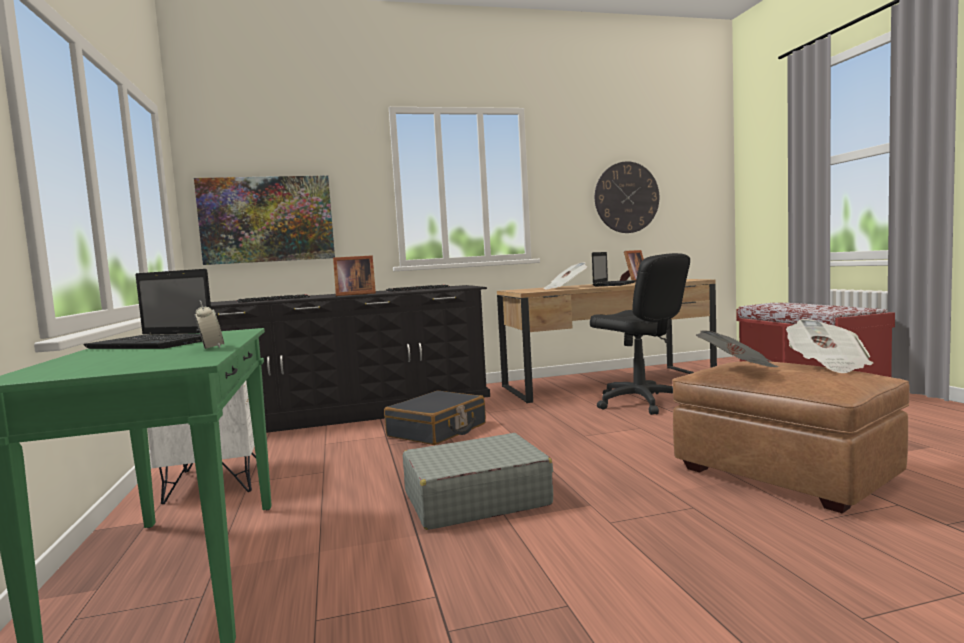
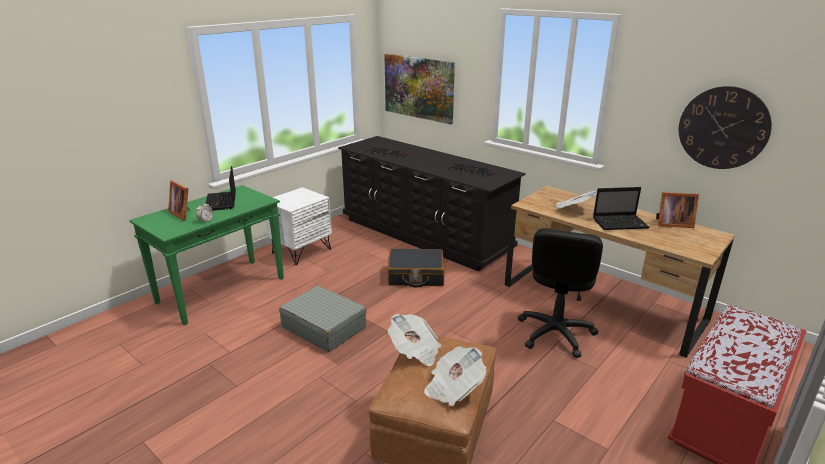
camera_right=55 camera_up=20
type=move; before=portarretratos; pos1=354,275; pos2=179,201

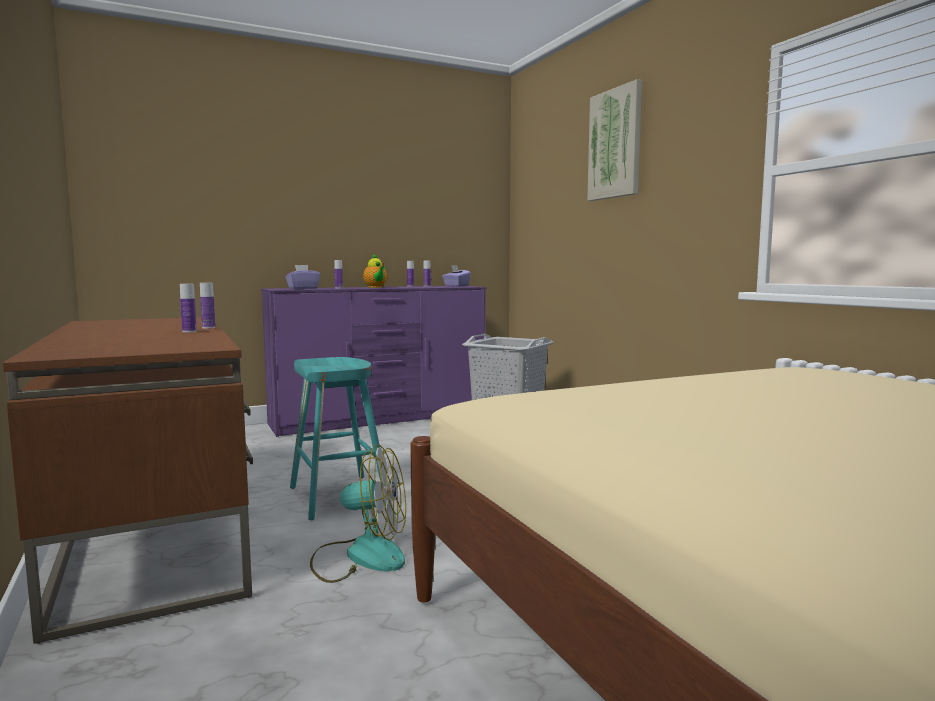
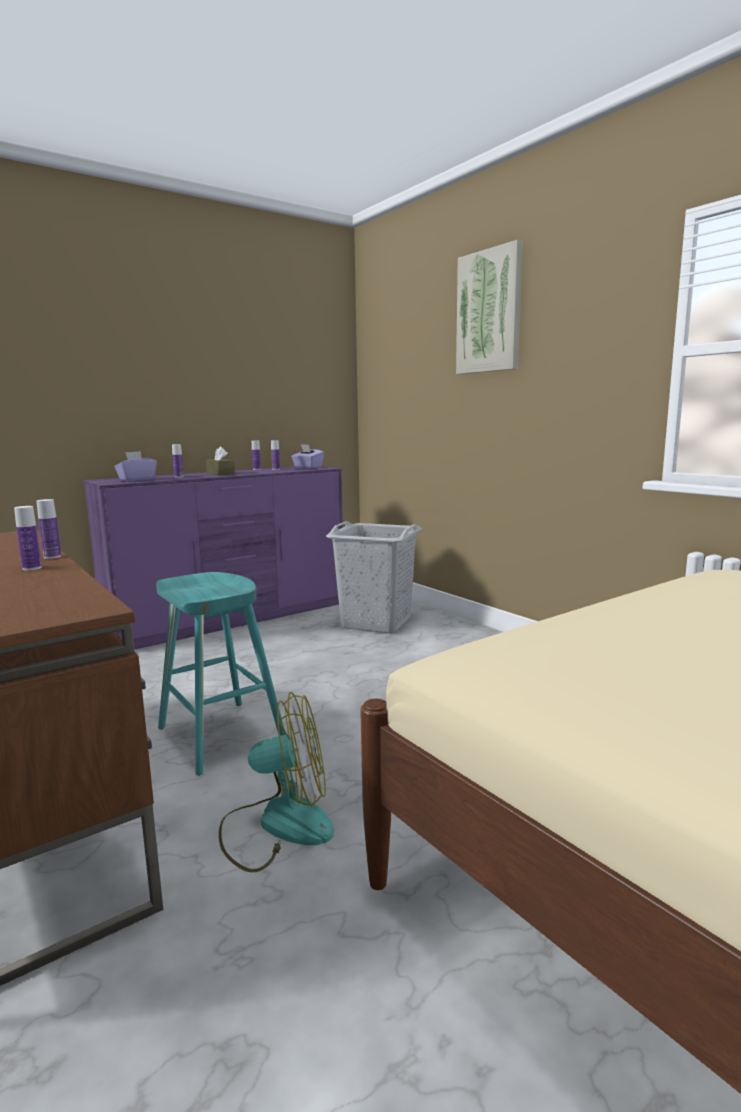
camera_right=-10 camera_up=5
type=replace; before=tetera; after=caja de pañuelos [marrón]; pos1=375,271; pos2=220,461

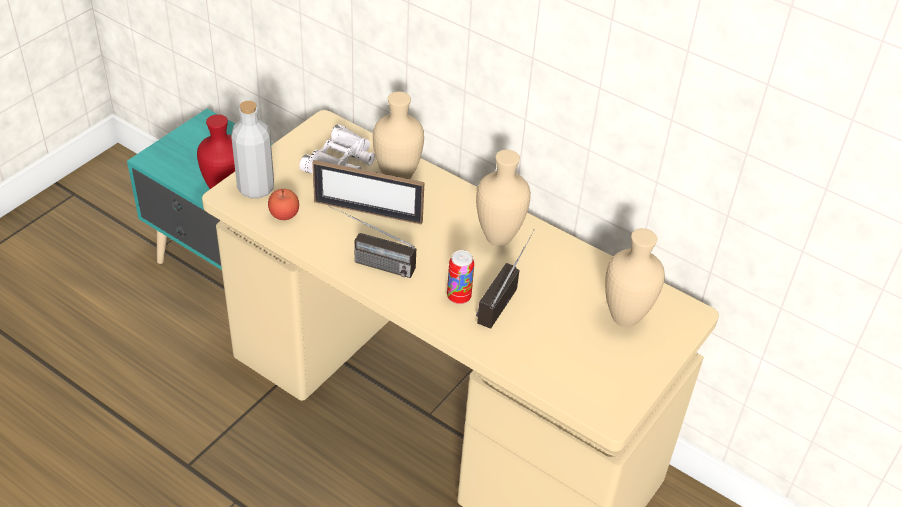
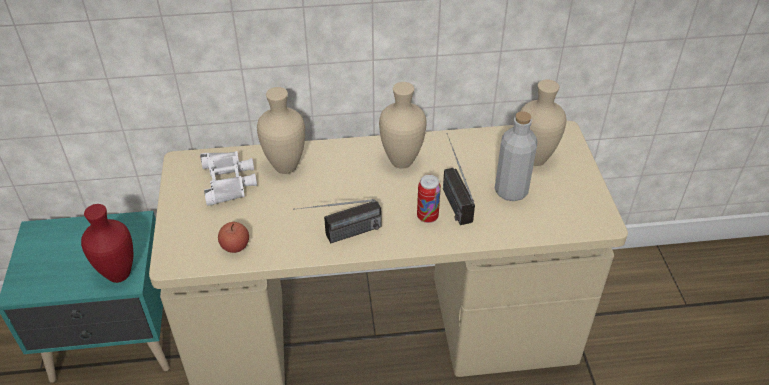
camera_right=-40 camera_up=0
type=delete; before=portarretratos; pos1=368,192
type=move; before=botella [gris]; pos1=252,149; pos2=516,156

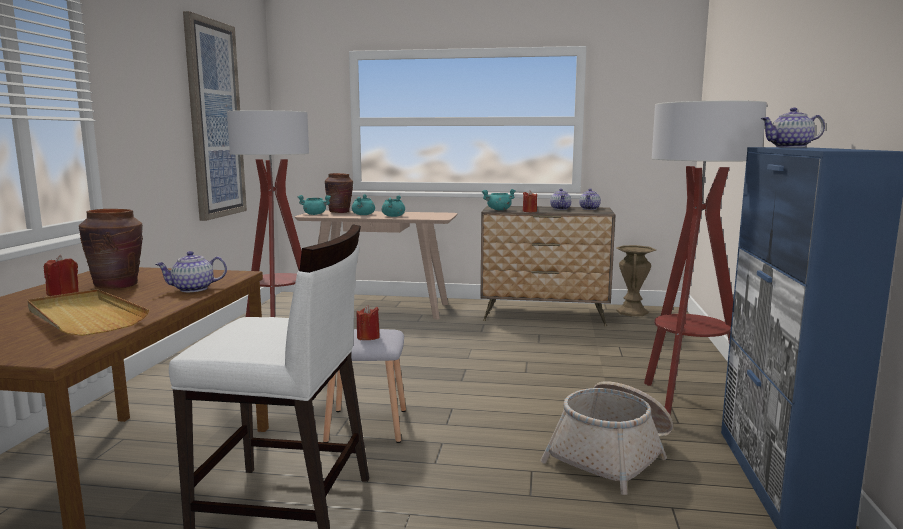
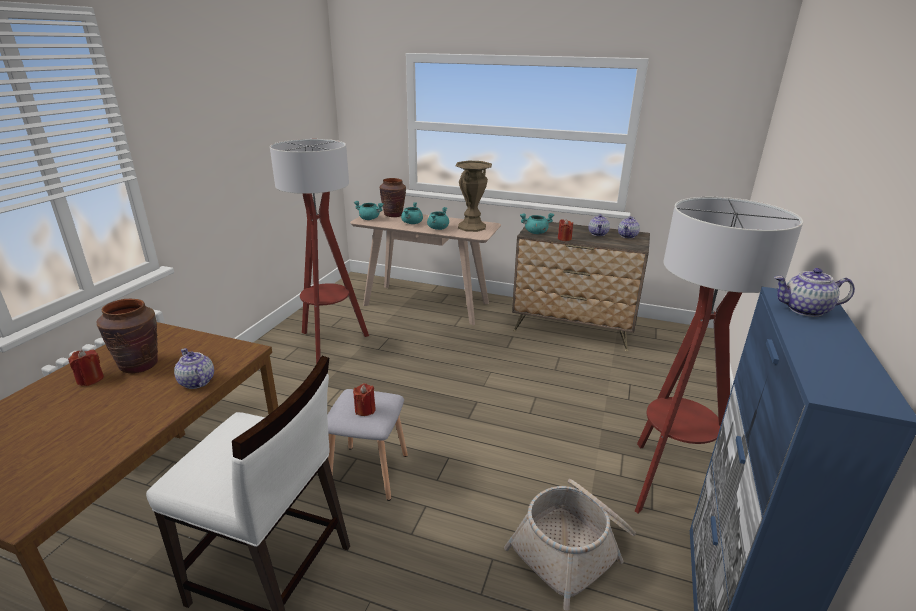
camera_right=10 camera_up=15
type=delete; before=bandeja [beis]; pos1=88,312
type=delete; before=cuadro; pos1=215,116
type=move; before=florero [marrón]; pos1=636,280; pos2=473,196
type=rotate; before=tetera; pos1=191,271; pos2=194,368; turn=60

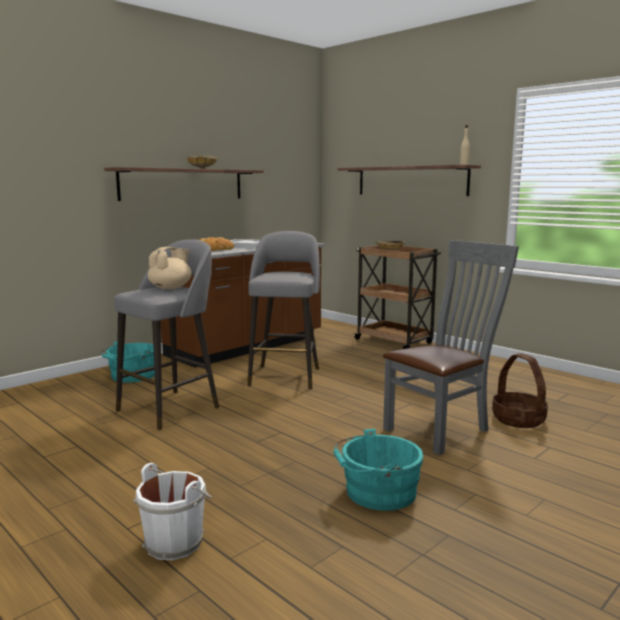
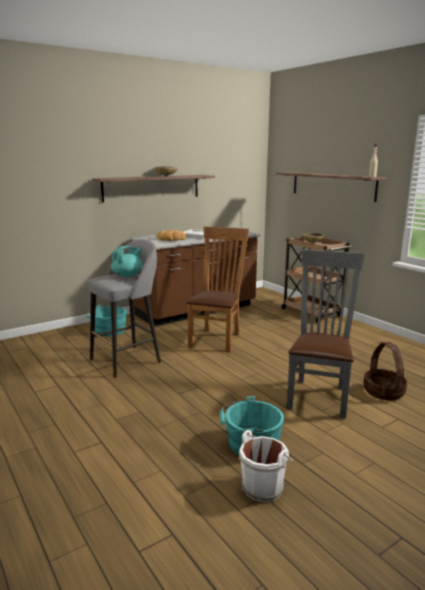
camera_right=10 camera_up=5
type=move; before=cubo [blanco]; pos1=172,511; pos2=266,466
type=replace; before=taburete [gris]; after=silla [marrón]; pos1=283,310; pos2=217,289
type=recolor; before=tetera [beis]; after=tetera [turquesa]; pos1=170,268; pos2=127,261
type=rotate; before=silla [gris]; pos1=451,347; pos2=325,334; turn=-45

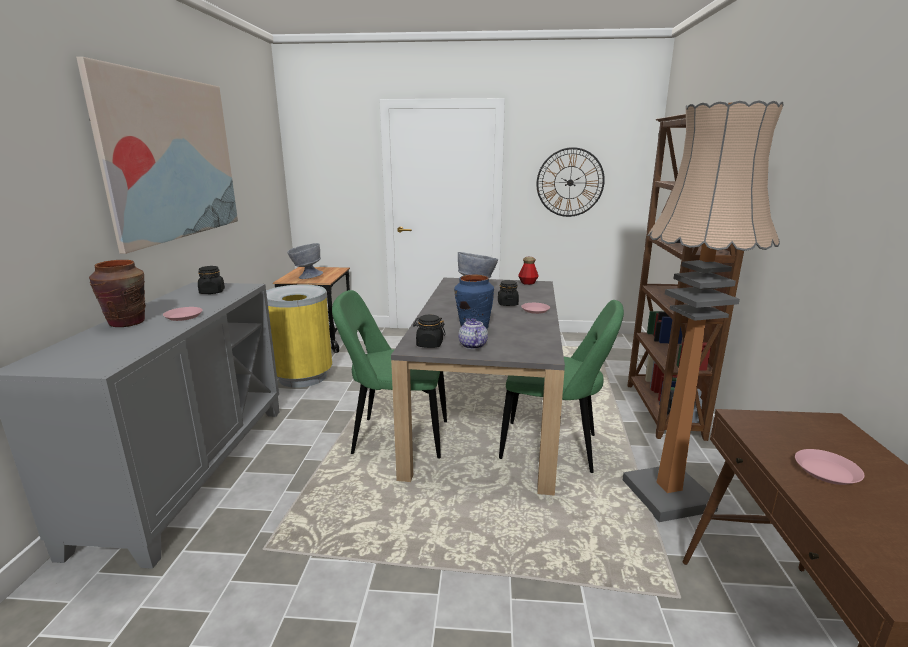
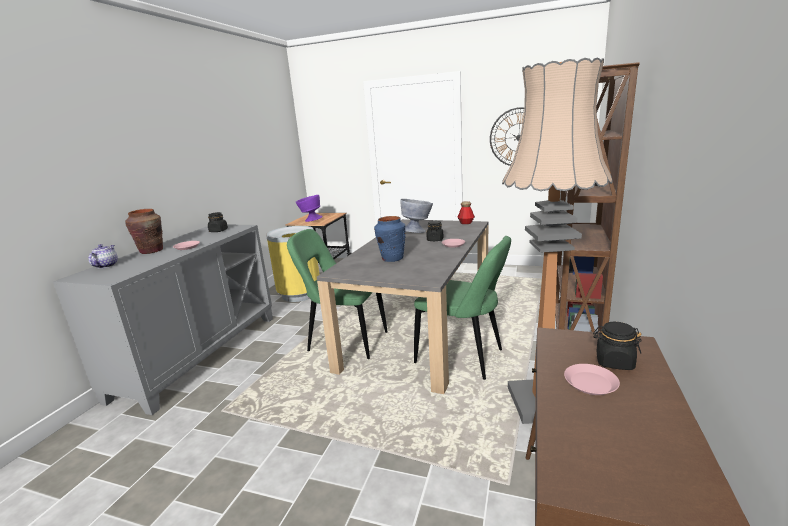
camera_right=15 camera_up=0
type=delete; before=cuadro; pos1=157,155
type=move; before=tarro [negro]; pos1=429,331; pos2=617,346
type=move; before=tetera; pos1=473,333; pos2=103,256
type=recolor; before=cuenco [gris]; after=cuenco [morado]; pos1=305,261; pos2=309,208

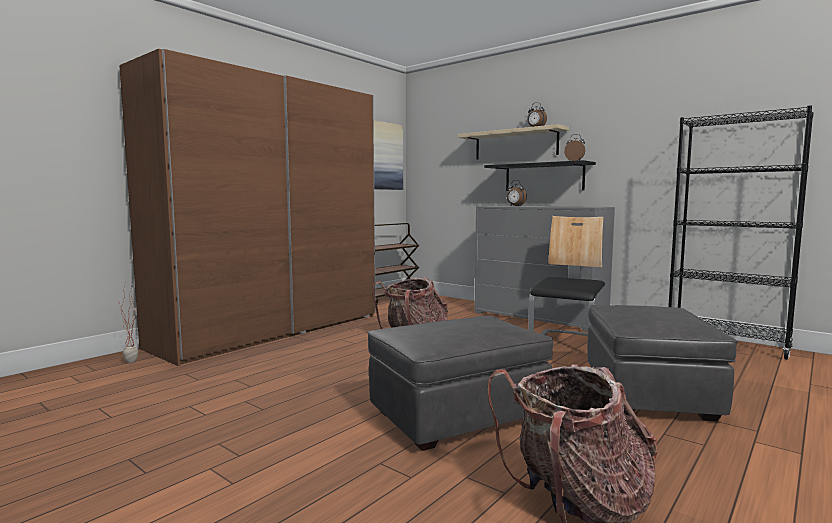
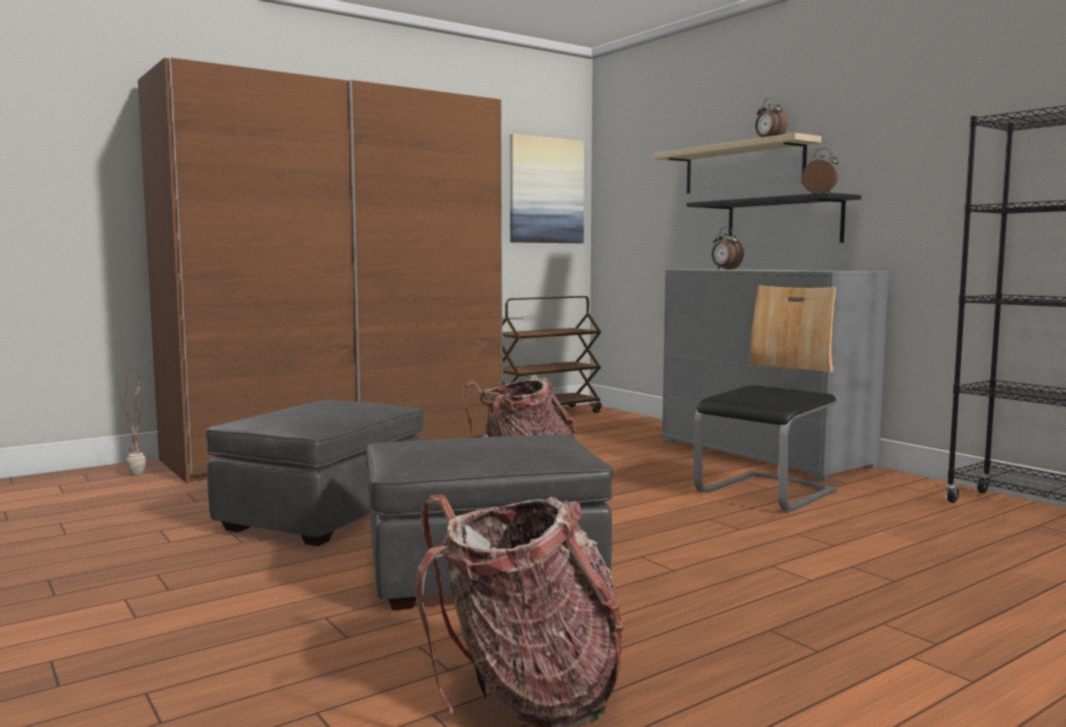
camera_right=15 camera_up=0
type=move; before=puf [gris]; pos1=662,363; pos2=315,473

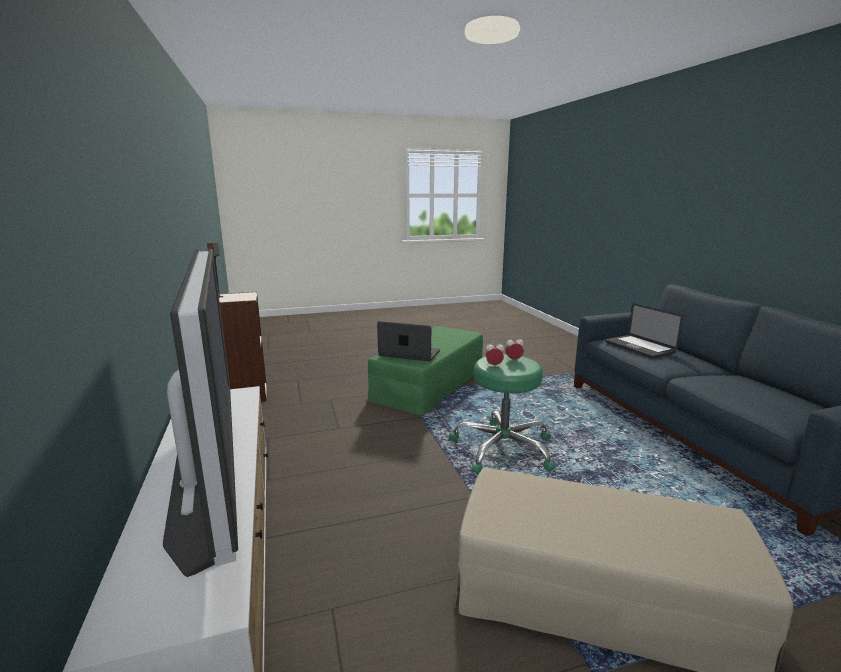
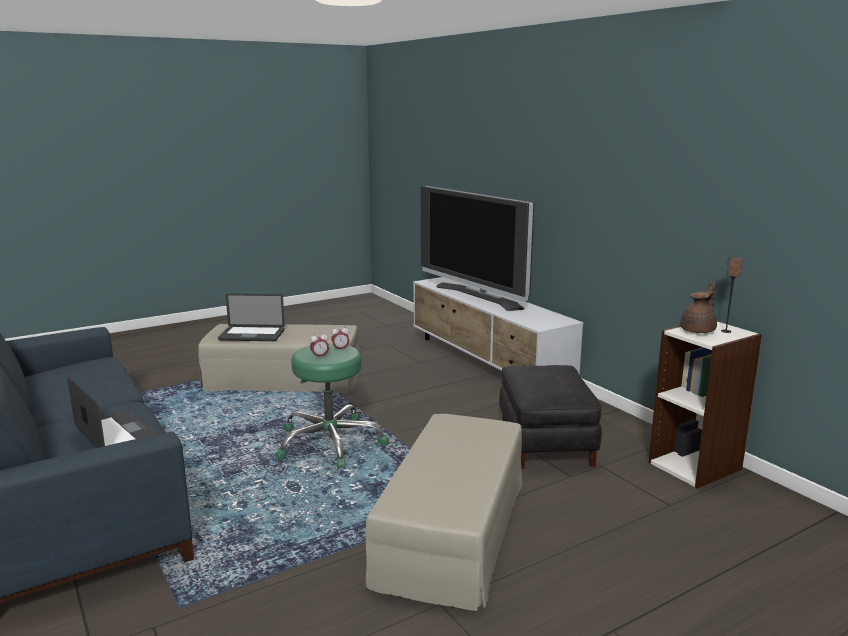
camera_right=165 camera_up=0
type=insert; after=puf [negro]; pos2=550,417
type=insert; after=tetera [marrón]; pos2=698,307
type=move; before=portátil; pos1=408,341; pos2=251,317
type=recolor; before=puf [verde]; after=puf [beis]; pos1=425,370; pos2=444,512

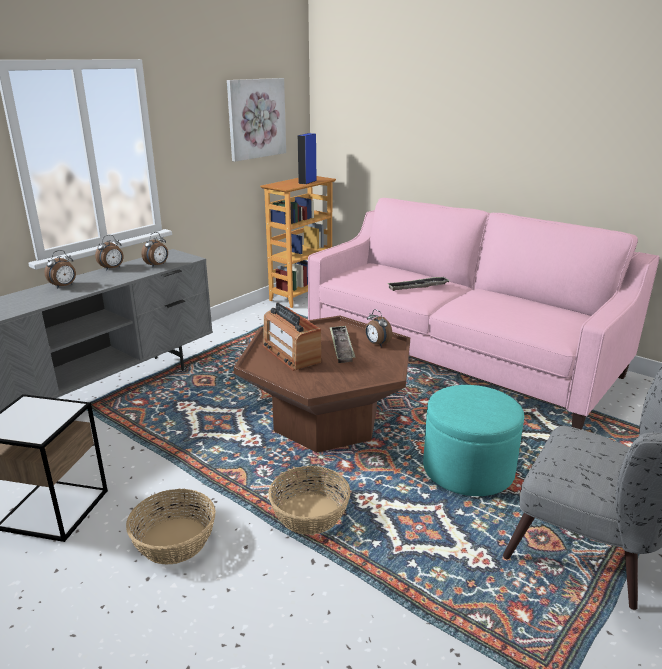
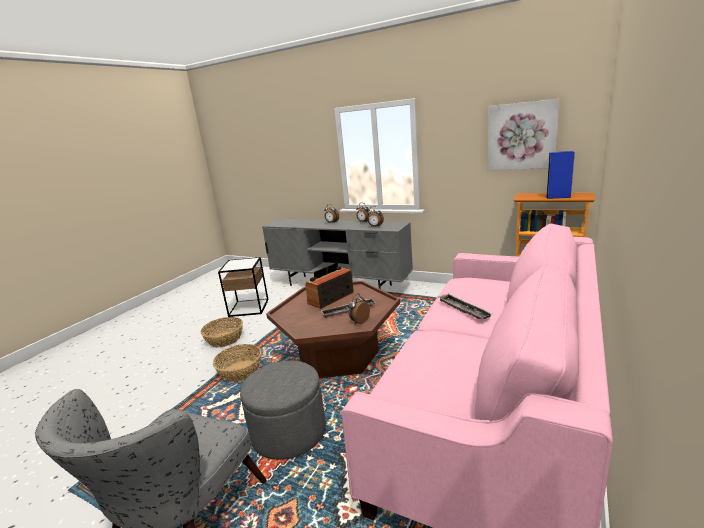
camera_right=80 camera_up=-5
type=recolor; before=puf [turquesa]; after=puf [gris]; pos1=473,440; pos2=283,410

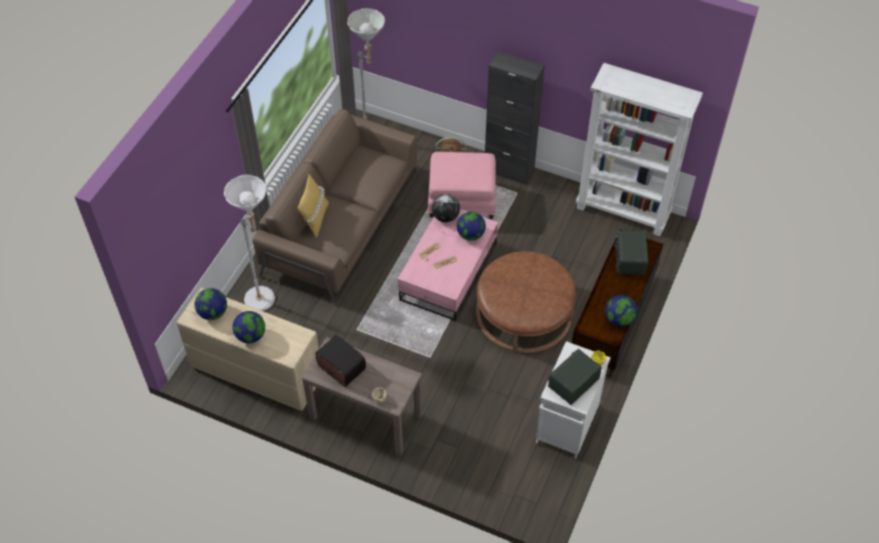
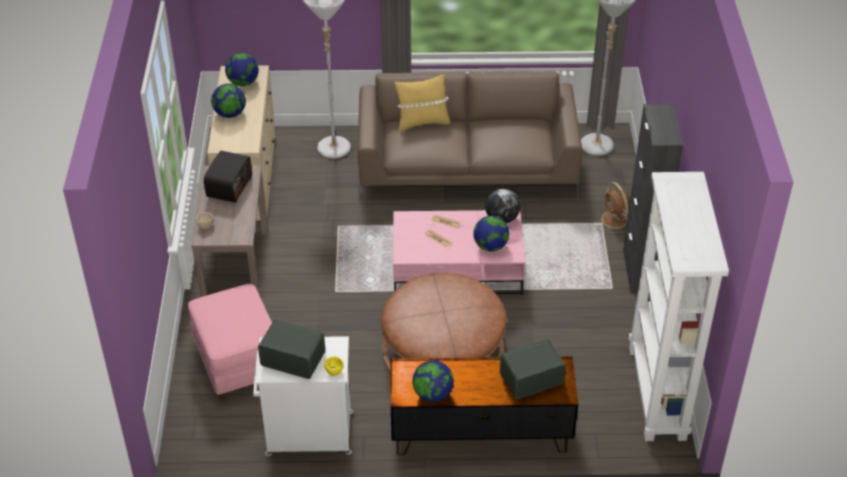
camera_right=65 camera_up=-10
type=move; before=puf [rosa]; pos1=462,185; pos2=230,343

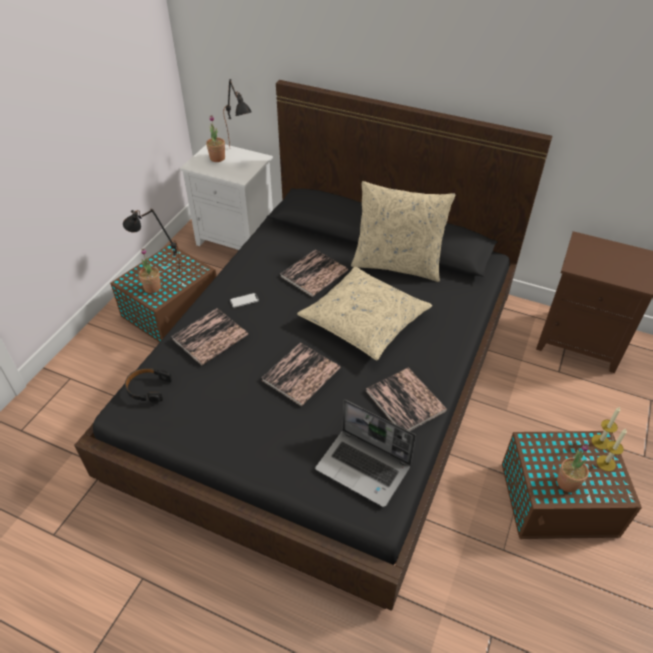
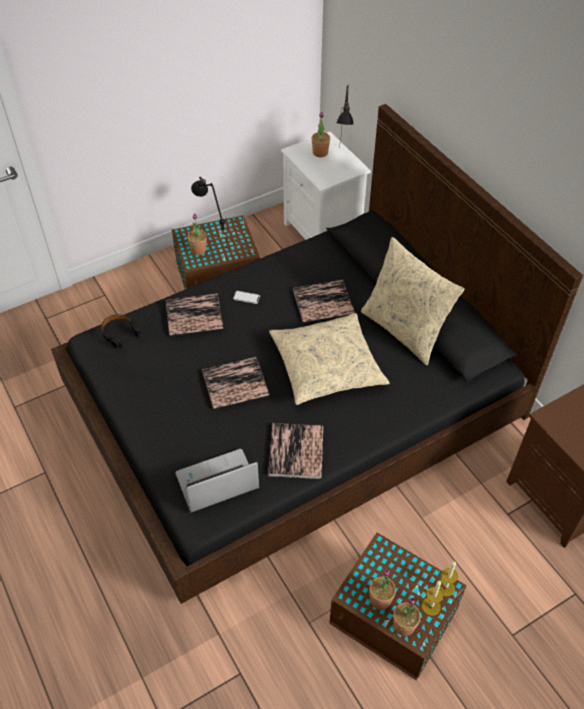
camera_right=35 camera_up=5
type=insert; after=planta en maceta; pos2=406,617
type=rotate; before=portátil; pos1=365,453; pos2=217,481; turn=90

